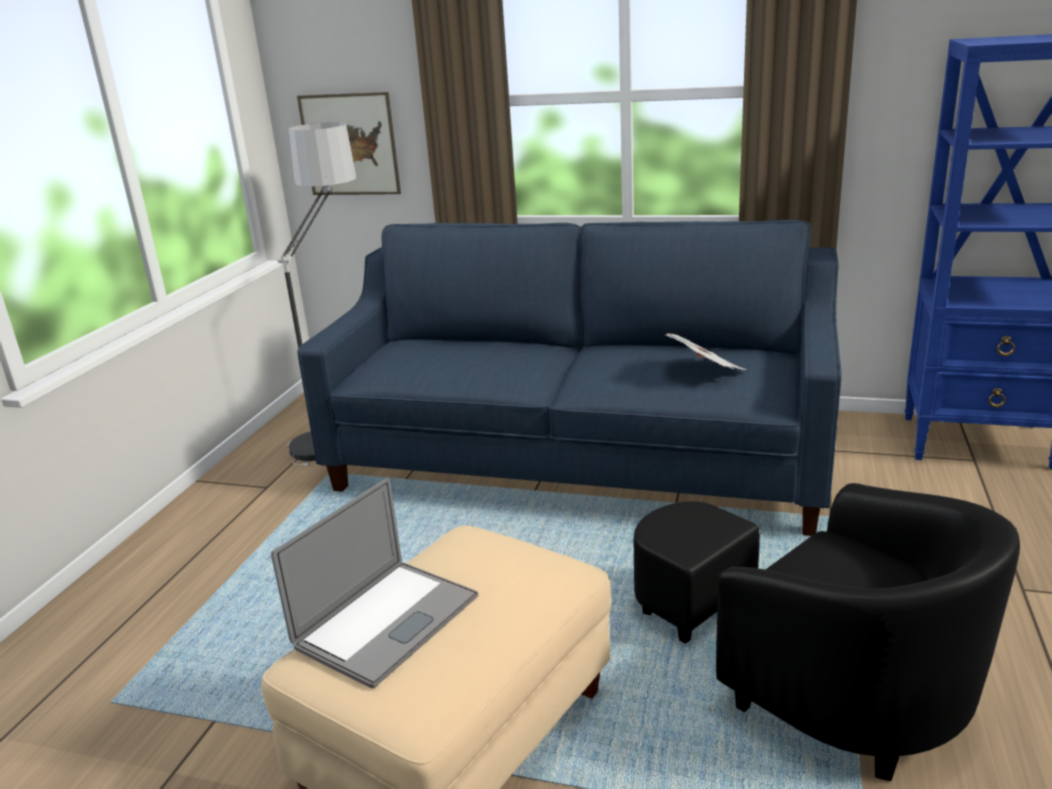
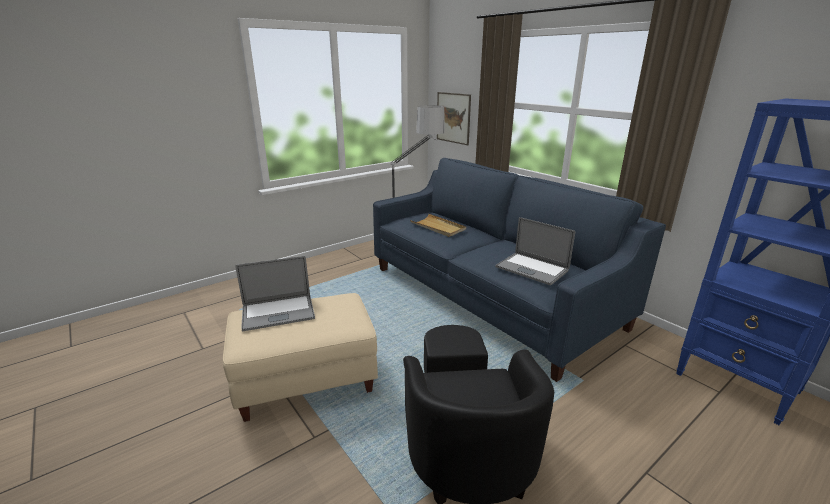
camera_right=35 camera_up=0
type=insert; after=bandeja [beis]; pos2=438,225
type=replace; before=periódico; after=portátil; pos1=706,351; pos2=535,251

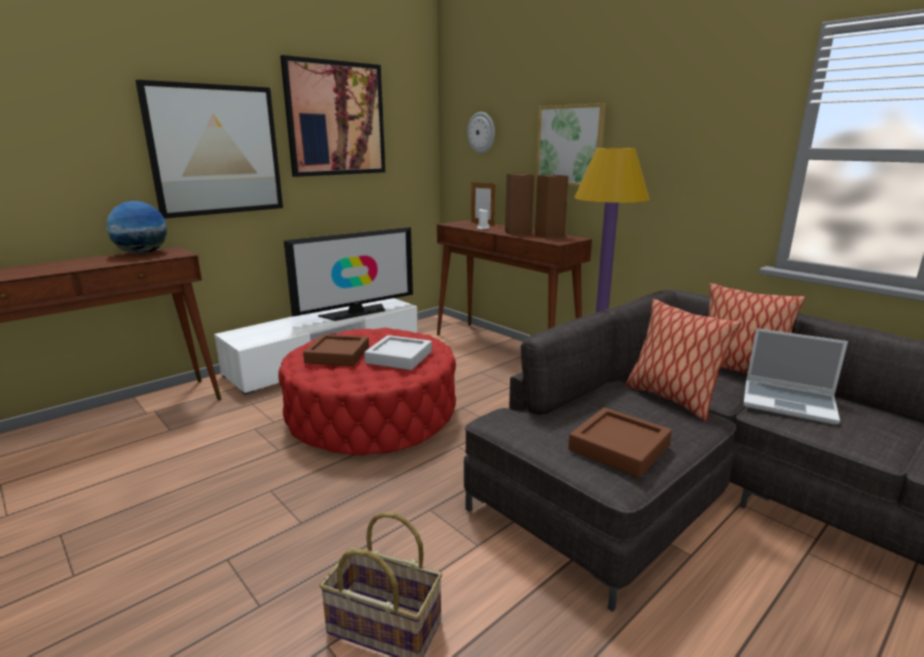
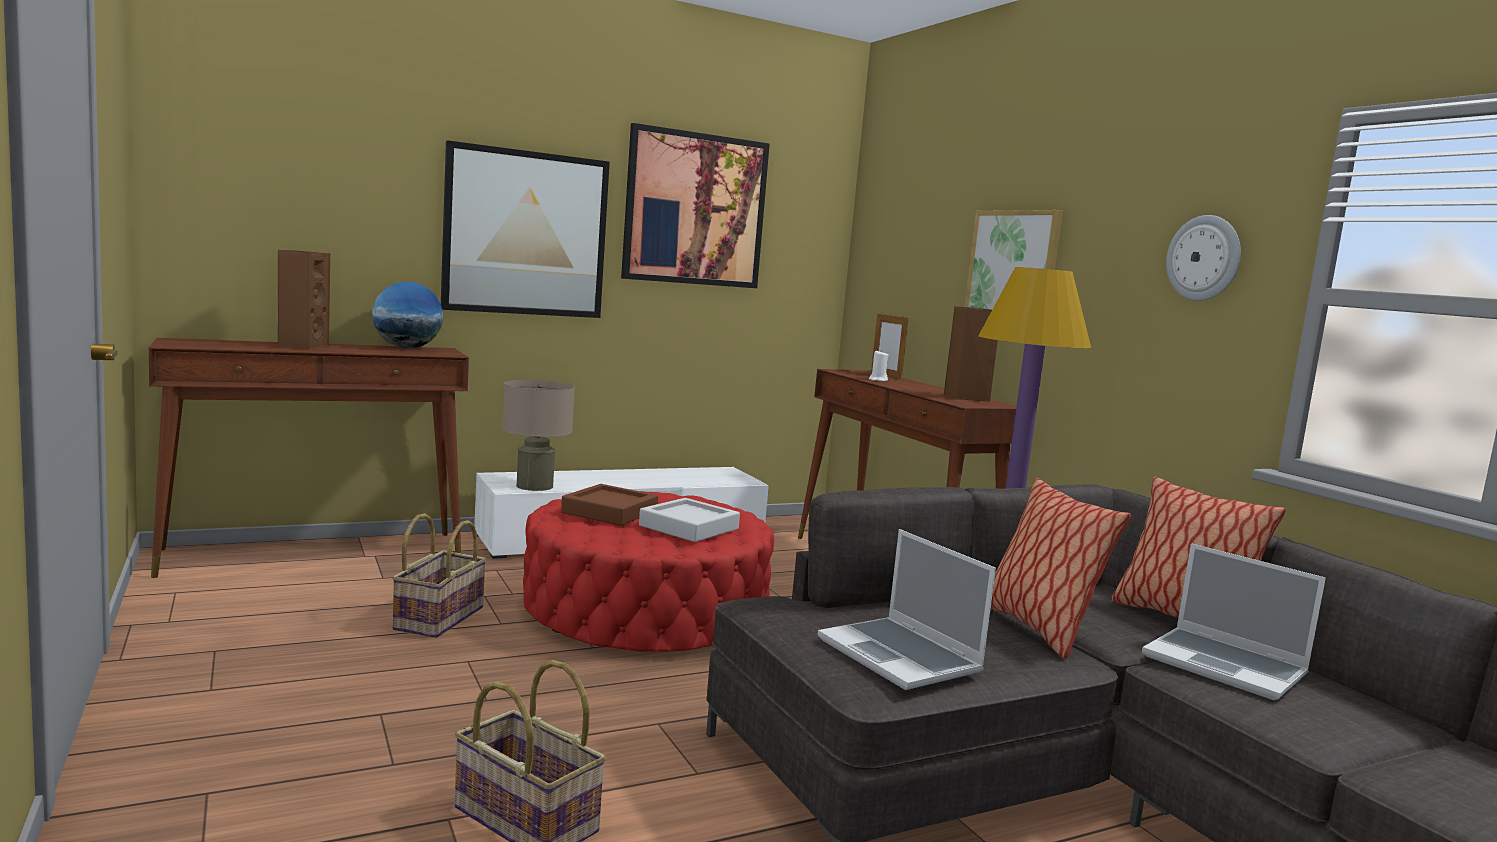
camera_right=15 camera_up=-10
type=delete; before=televisor; pos1=348,274
type=insert; after=cesta; pos2=439,575
type=insert; after=lámpara de mesa [beis]; pos2=538,435
type=move; before=reloj de pared; pos1=481,132; pos2=1203,258
type=move; before=altavoz [marrón]; pos1=519,204; pos2=304,300
type=replace; before=bandeja [marrón]; after=portátil; pos1=620,442; pos2=907,609

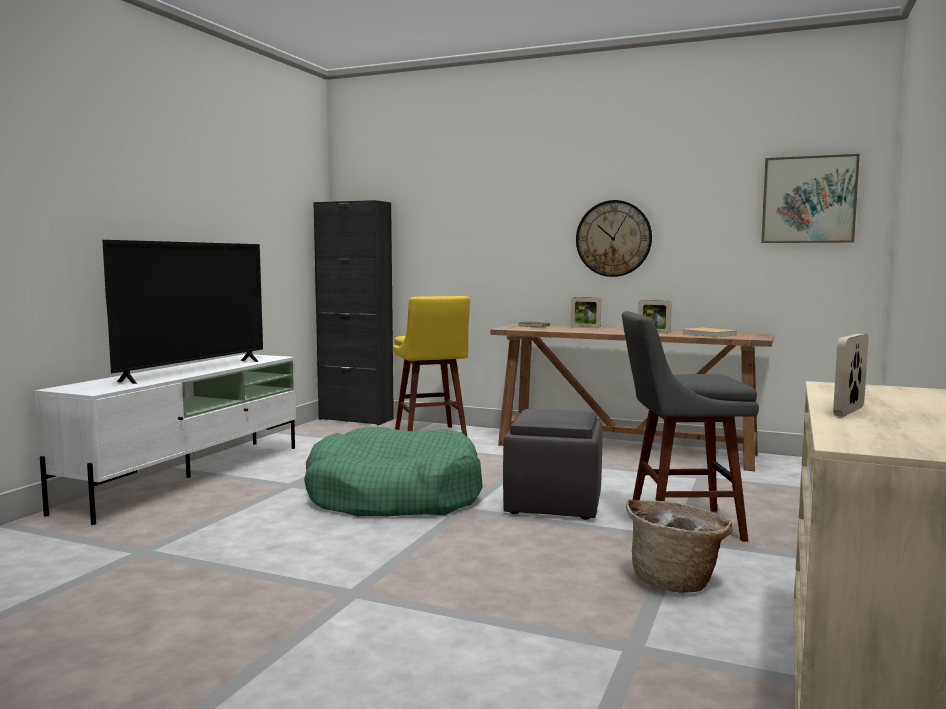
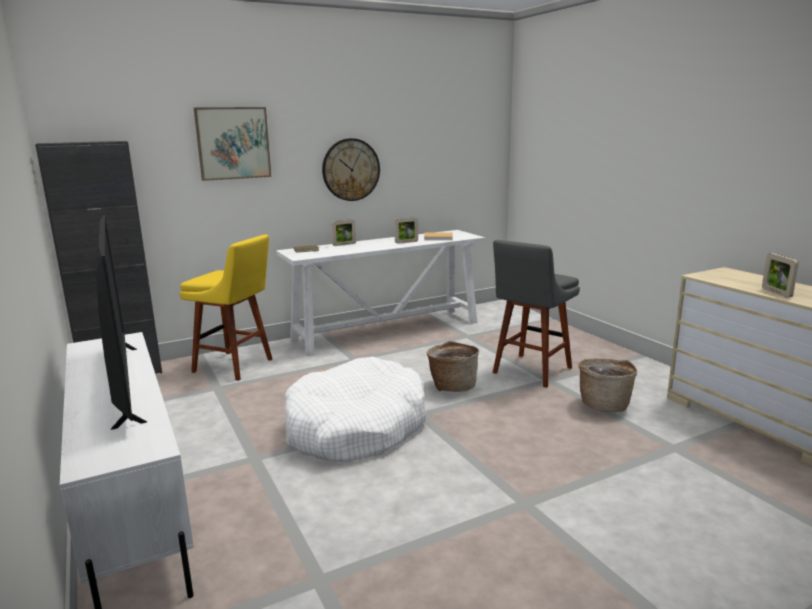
camera_right=-50 camera_up=10
type=move; before=cuadro; pos1=810,198; pos2=232,144
type=replace; before=puf [gris]; after=cesta; pos1=553,464; pos2=453,366
type=recolor; before=cama para perro [verde]; after=cama para perro [blanco]; pos1=393,471; pos2=356,410
type=recolor; before=mesa consola [marrón]; after=mesa consola [blanco]; pos1=632,397; pos2=380,293

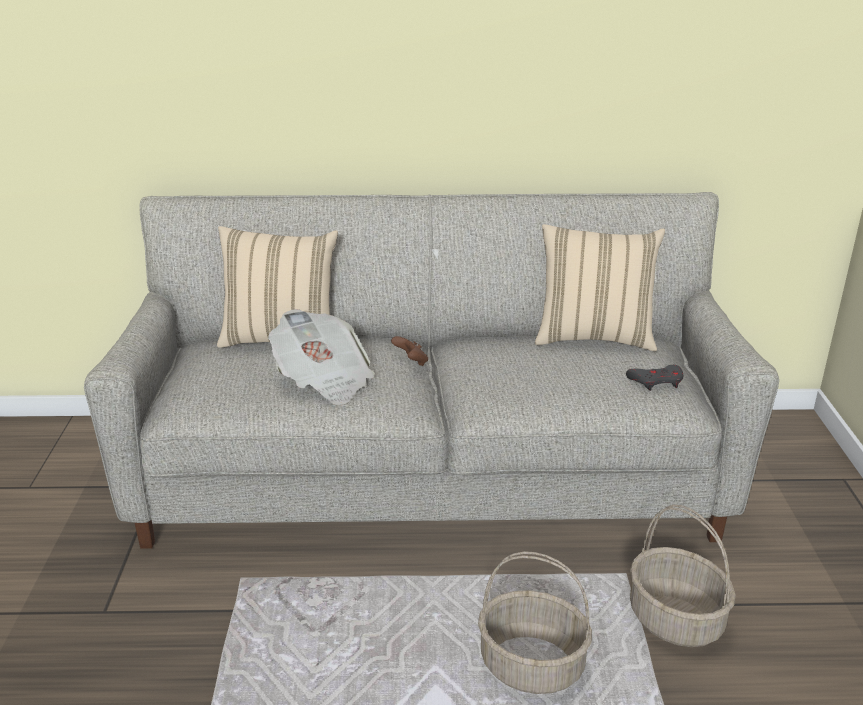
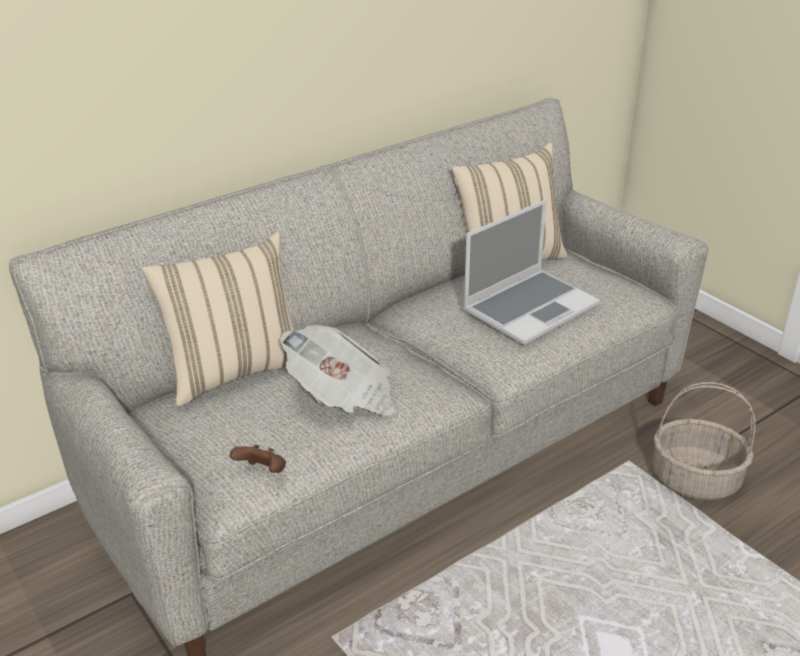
camera_right=-35 camera_up=5
type=delete; before=cesta; pos1=535,622
type=delete; before=mando de consola [gris]; pos1=654,378
type=insert; after=portátil; pos2=531,272
type=move; before=mando de consola [marrón]; pos1=409,351; pos2=258,459

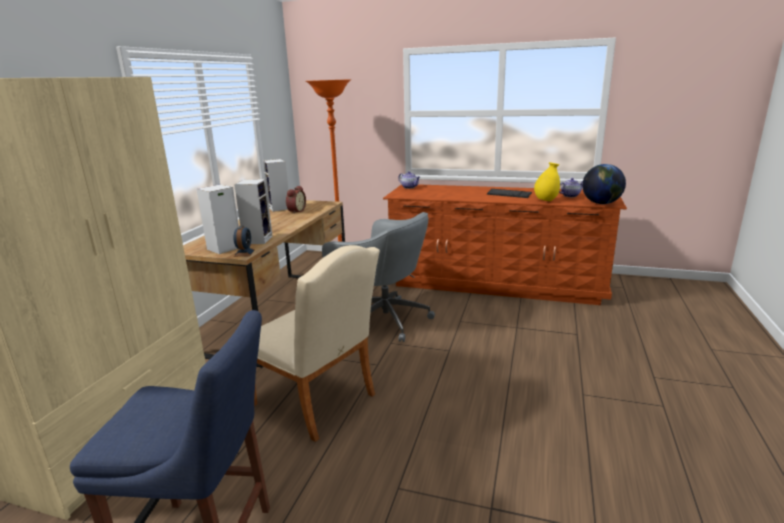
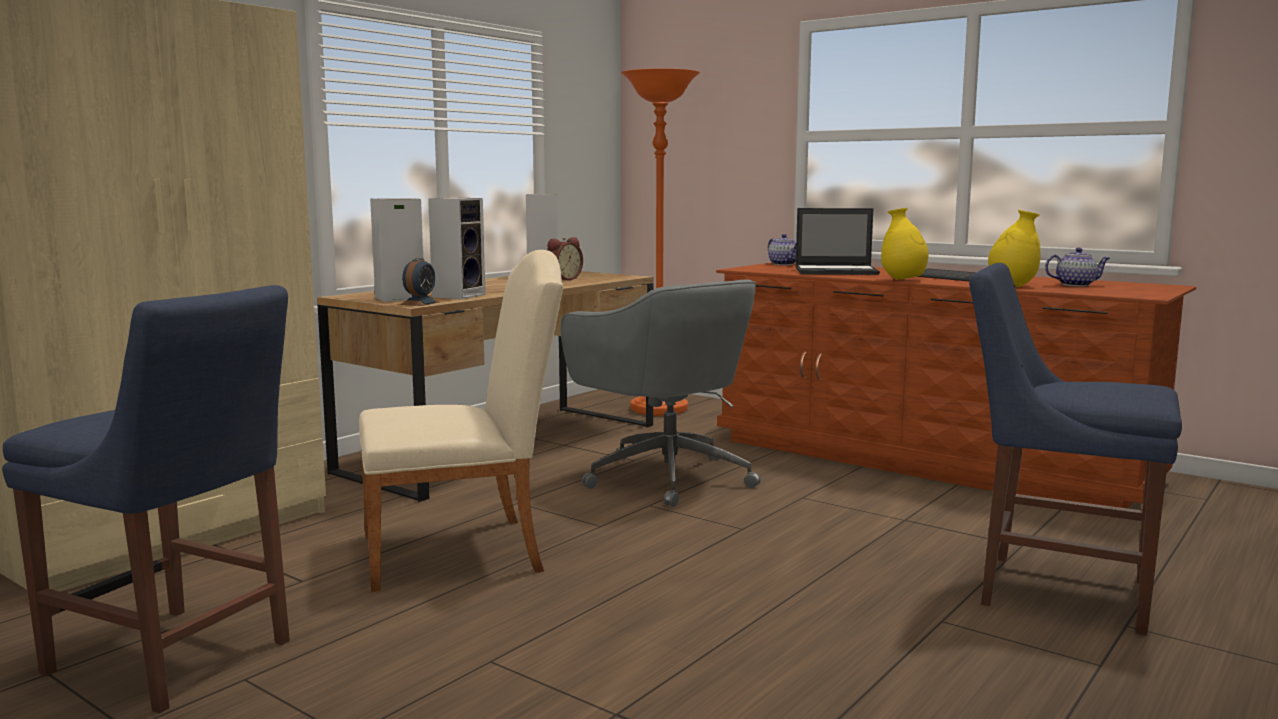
camera_right=20 camera_up=-10
type=delete; before=globo terráqueo; pos1=604,184
type=insert; after=portátil; pos2=838,241
type=insert; after=florero [amarillo]; pos2=905,244
type=insert; after=silla [azul]; pos2=1075,449
type=rotate; before=silla [beis]; pos1=317,343; pos2=461,421; turn=-75

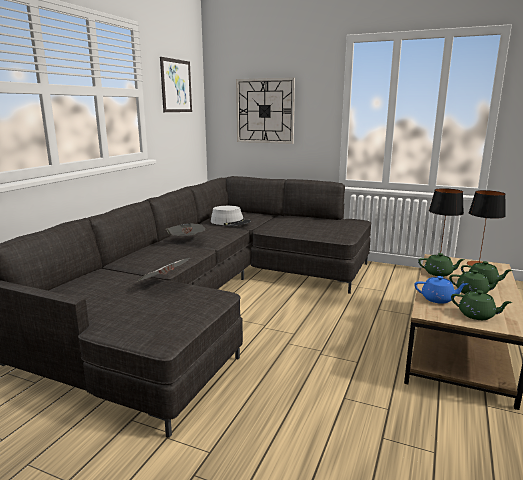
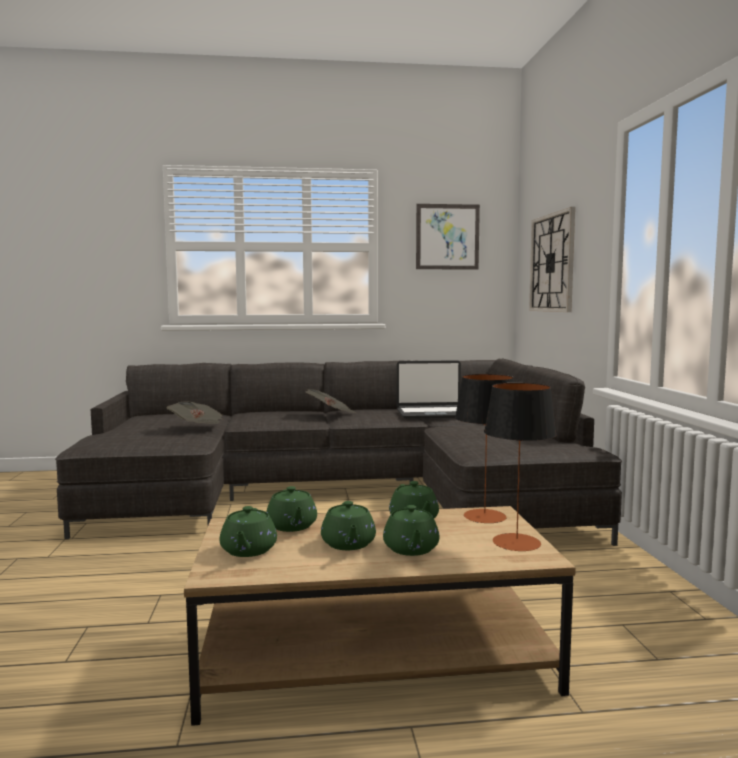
camera_right=60 camera_up=-10
type=replace; before=sombrero [gris]; after=portátil; pos1=231,216; pos2=429,389
type=recolor; before=tetera [azul]; after=tetera [verde]; pos1=441,290; pos2=291,509

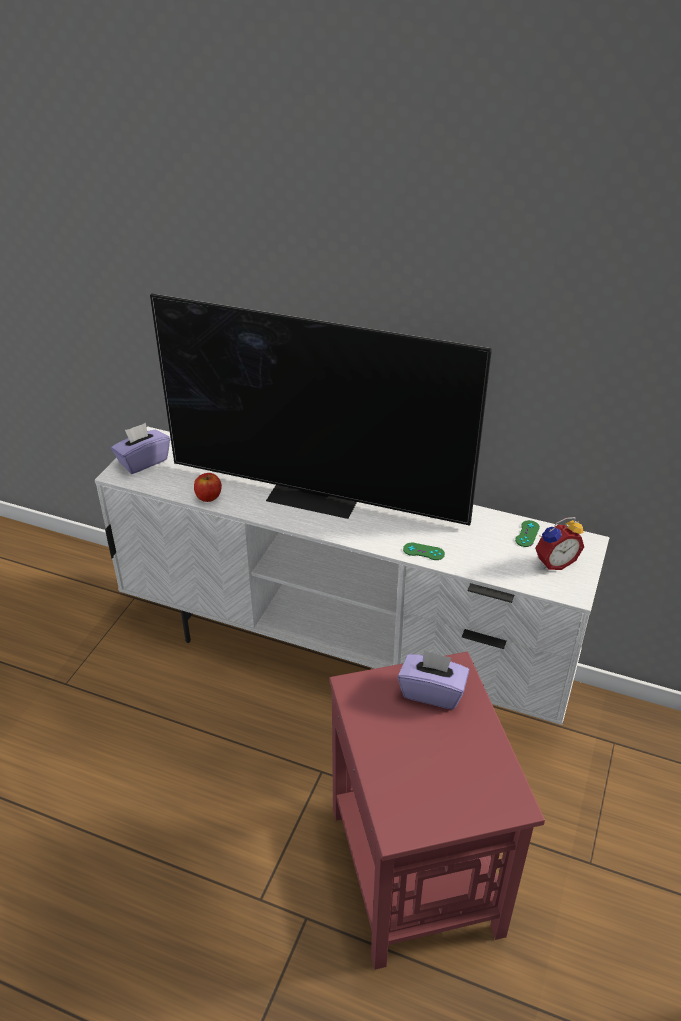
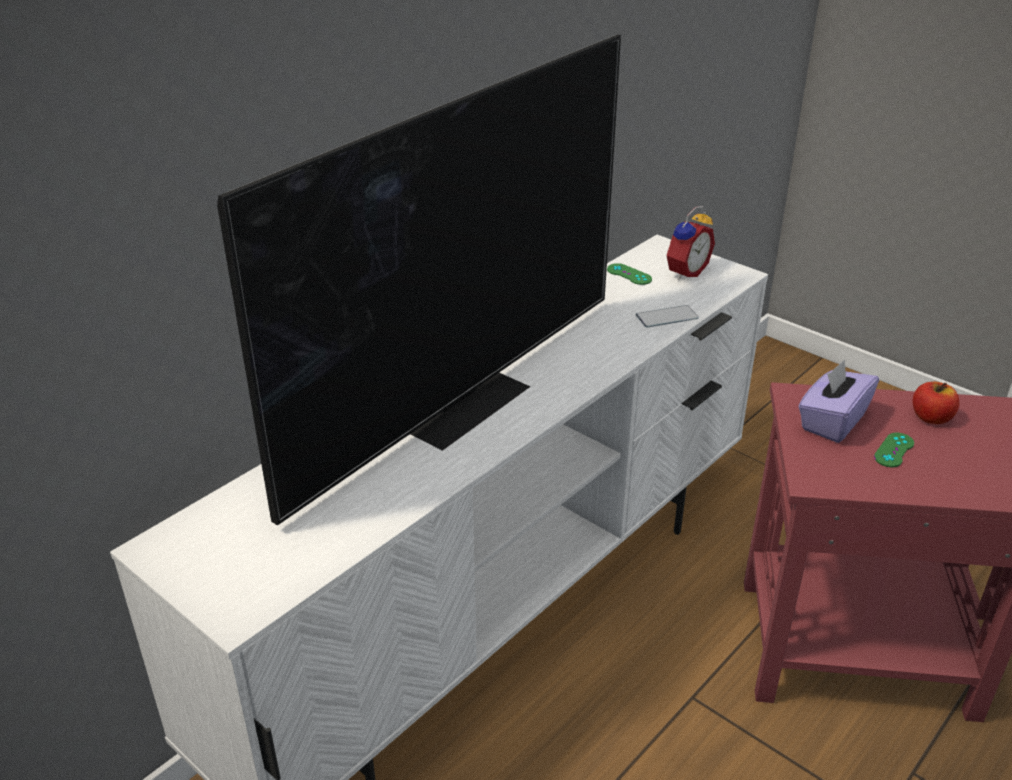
camera_right=-70 camera_up=-5
type=delete; before=caja de pañuelos [morado]; pos1=140,448
type=insert; after=móvil; pos2=667,316
type=move; before=manzana; pos1=208,487; pos2=936,403
type=move; before=mando de consola [verde]; pos1=424,551; pos2=894,450
type=rotate; before=despertador; pos1=559,543; pos2=690,243; turn=45

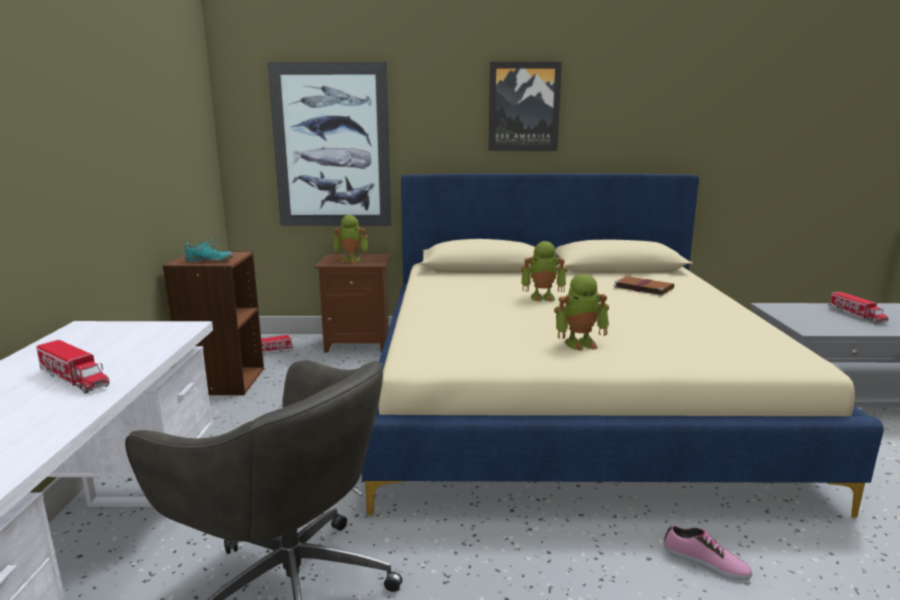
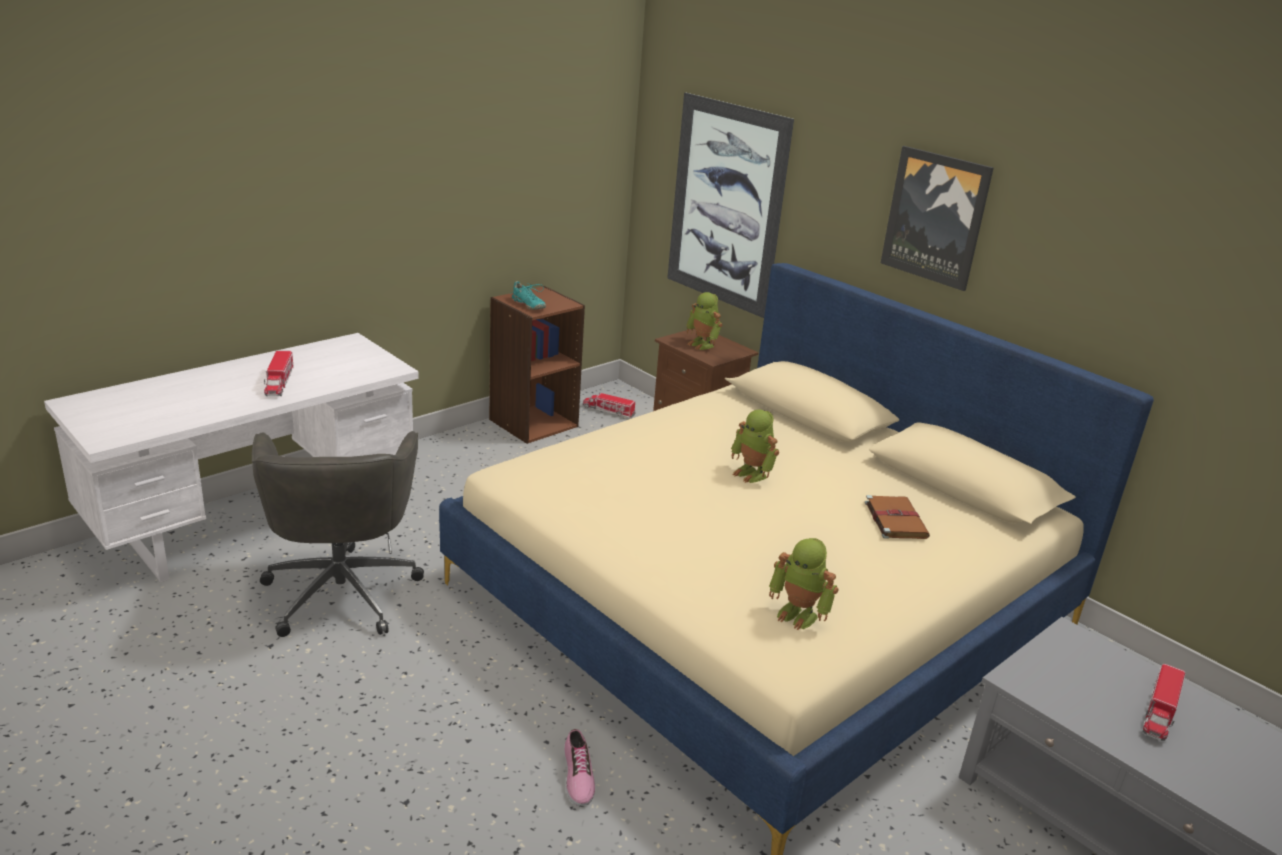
camera_right=45 camera_up=10
type=move; before=robot de juguete; pos1=581,312; pos2=804,584

